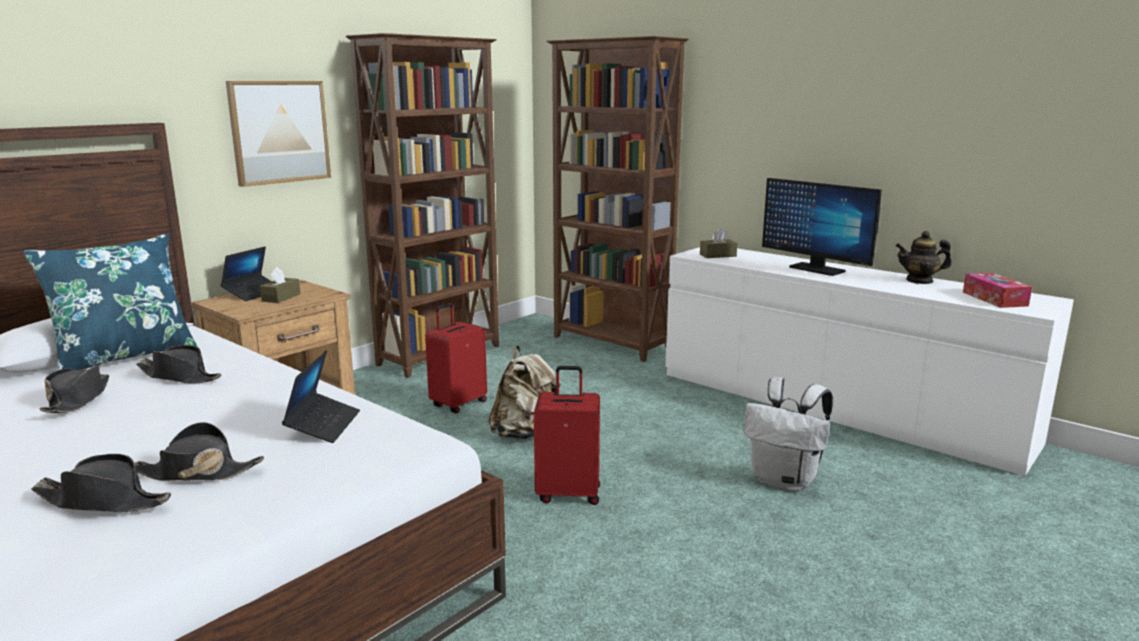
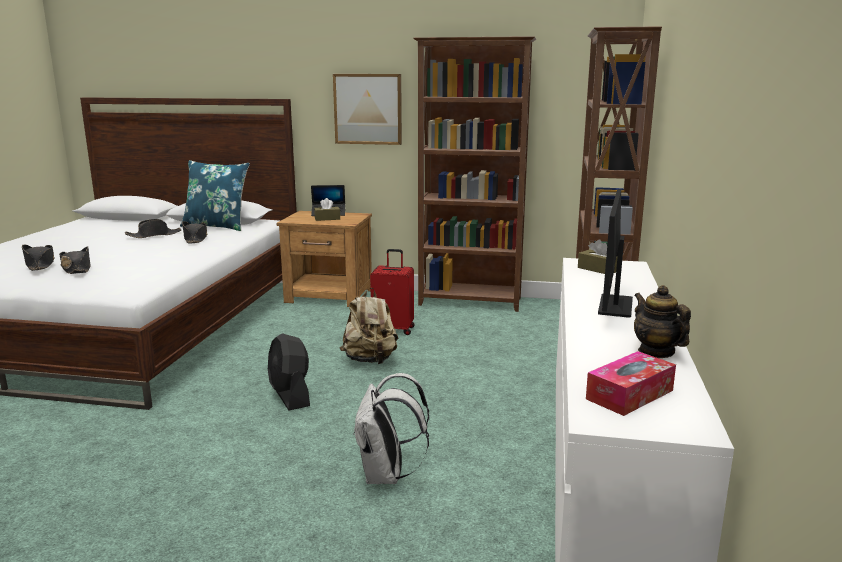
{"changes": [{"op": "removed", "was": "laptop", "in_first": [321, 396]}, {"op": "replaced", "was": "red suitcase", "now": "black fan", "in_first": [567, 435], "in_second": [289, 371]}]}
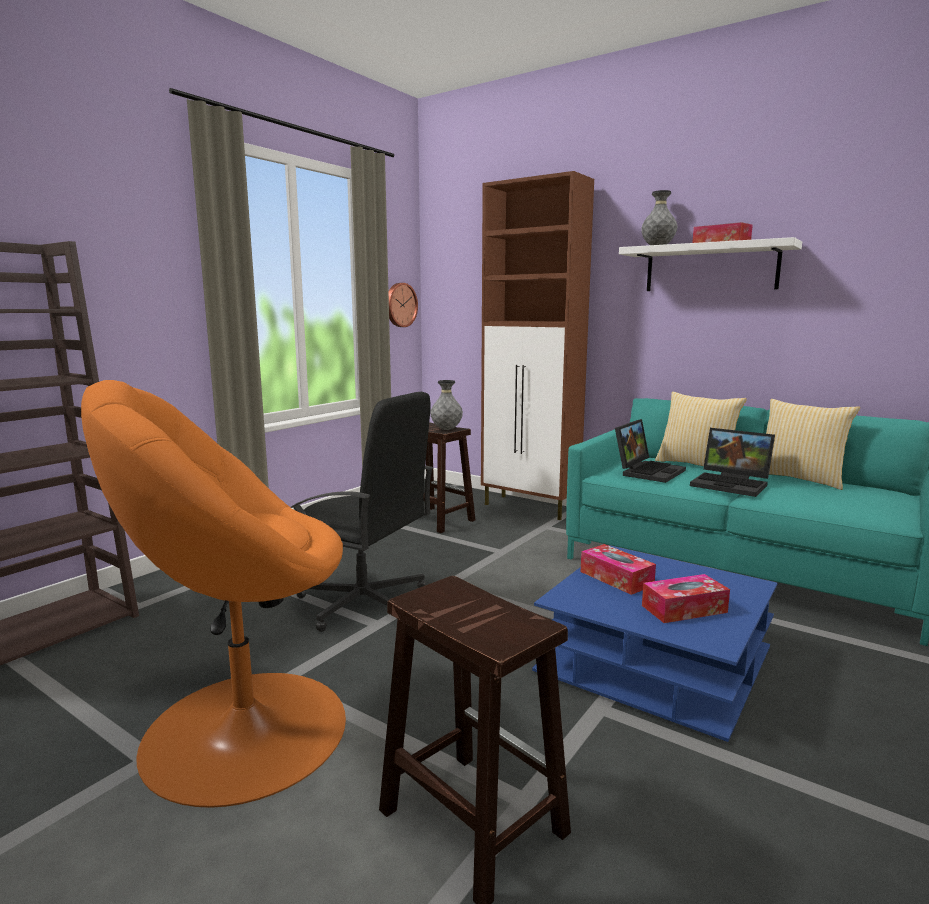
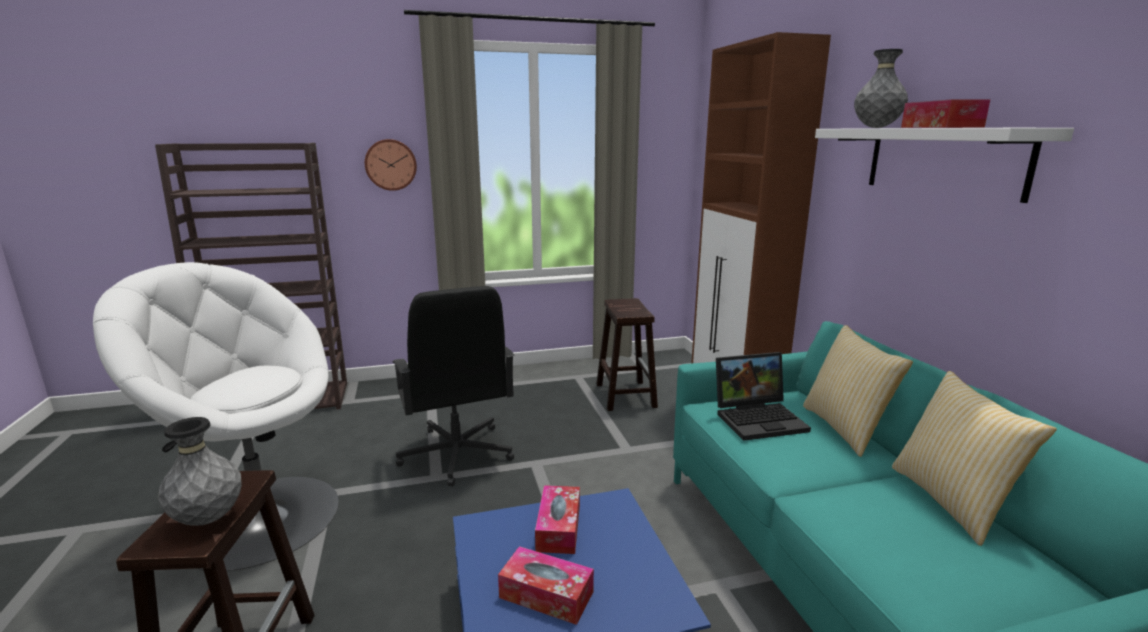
{"changes": [{"op": "recoloured", "was": "orange armchair", "now": "white armchair", "in_first": [213, 594], "in_second": [216, 416]}, {"op": "moved", "was": "wall clock", "in_first": [403, 305], "in_second": [391, 165]}, {"op": "moved", "was": "grey vase", "in_first": [446, 405], "in_second": [200, 471]}, {"op": "removed", "was": "laptop", "in_first": [732, 462]}]}
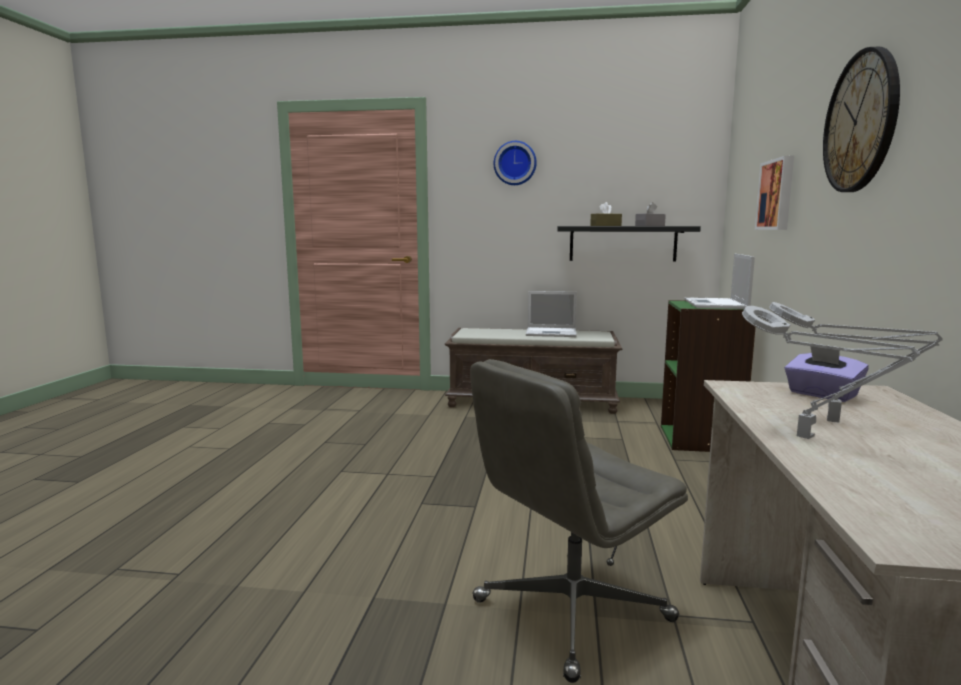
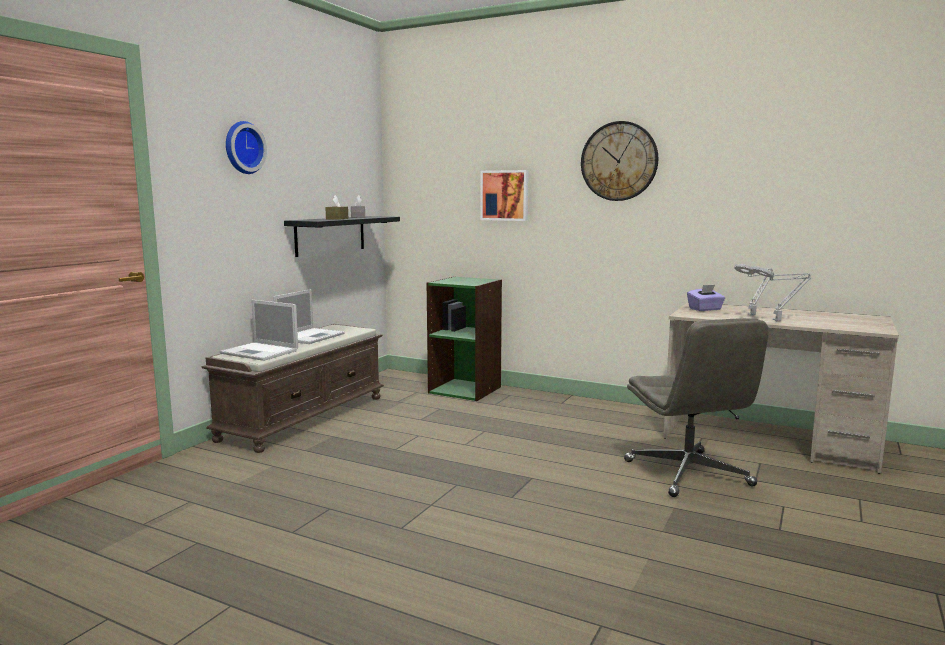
{"changes": [{"op": "moved", "was": "laptop", "in_first": [719, 281], "in_second": [258, 330]}]}
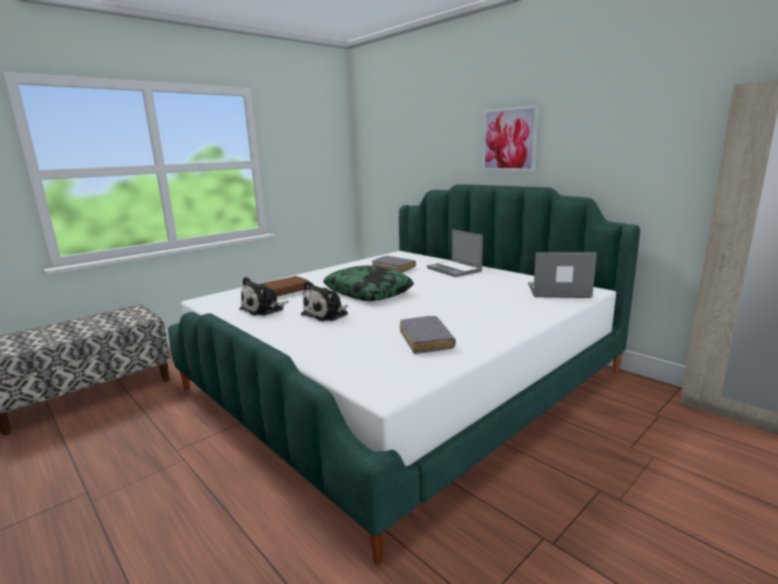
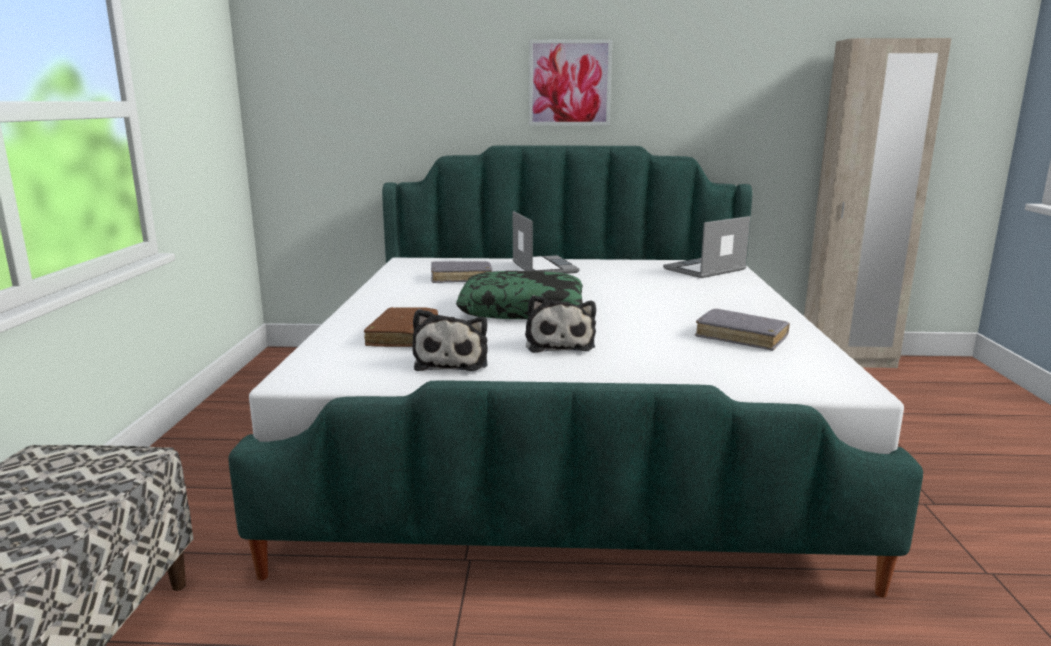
{"changes": [{"op": "turned", "was": "laptop", "in_first": [455, 253], "in_second": [546, 242], "clockwise": -120}]}
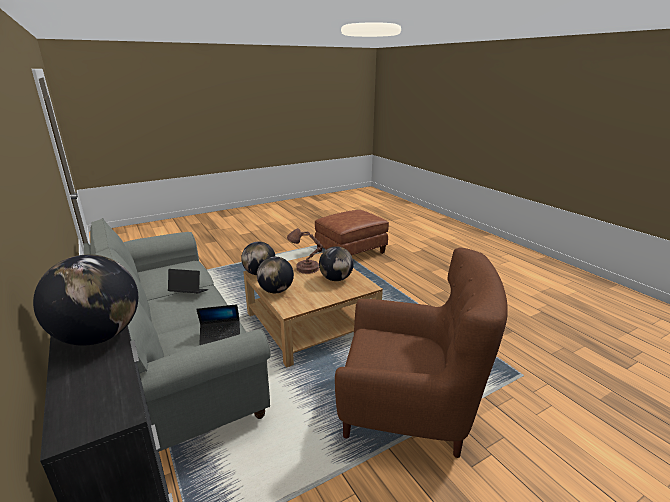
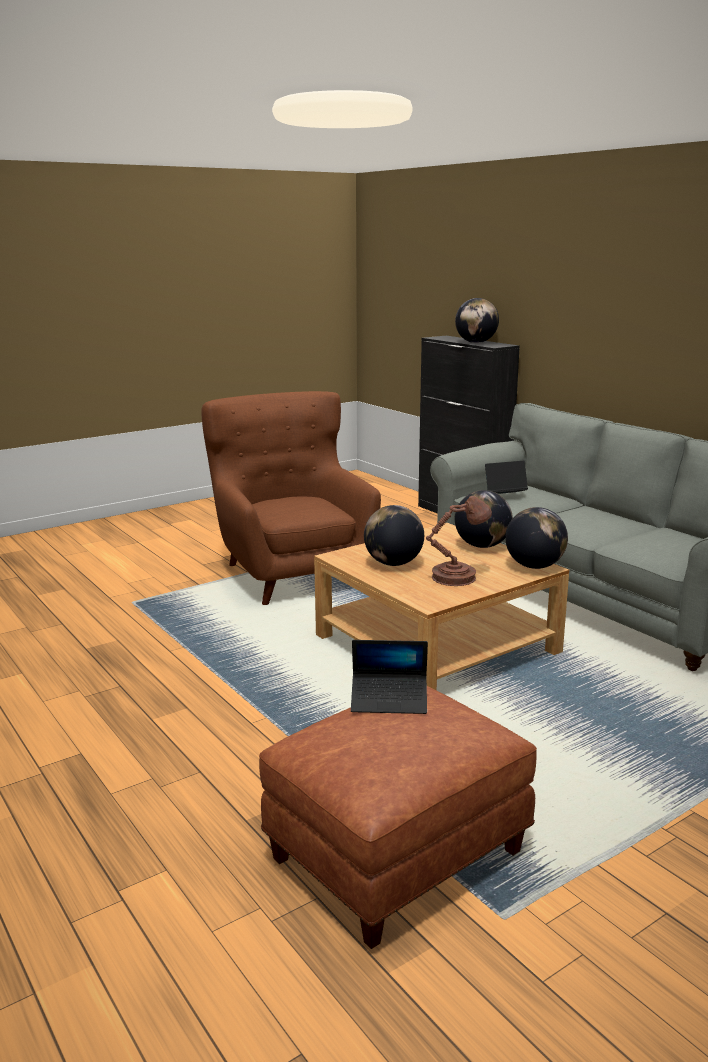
{"changes": [{"op": "moved", "was": "laptop", "in_first": [188, 281], "in_second": [389, 677]}, {"op": "turned", "was": "brown armchair", "in_first": [421, 352], "in_second": [291, 498], "clockwise": 60}]}
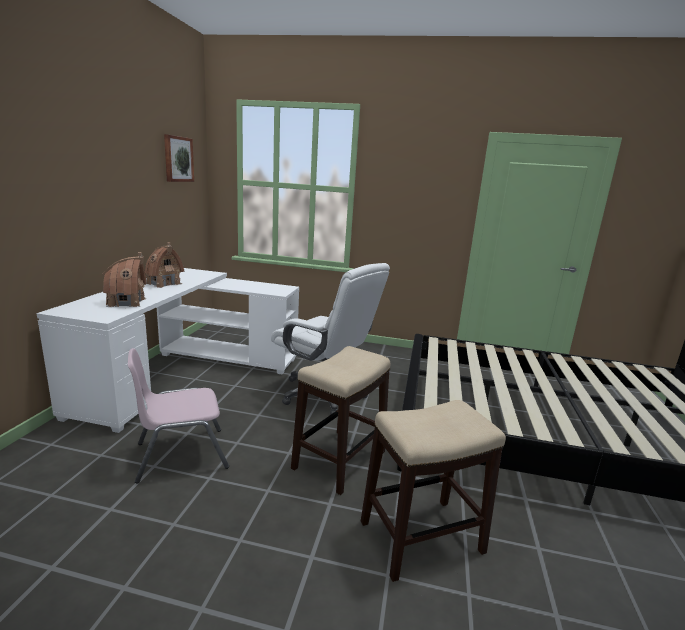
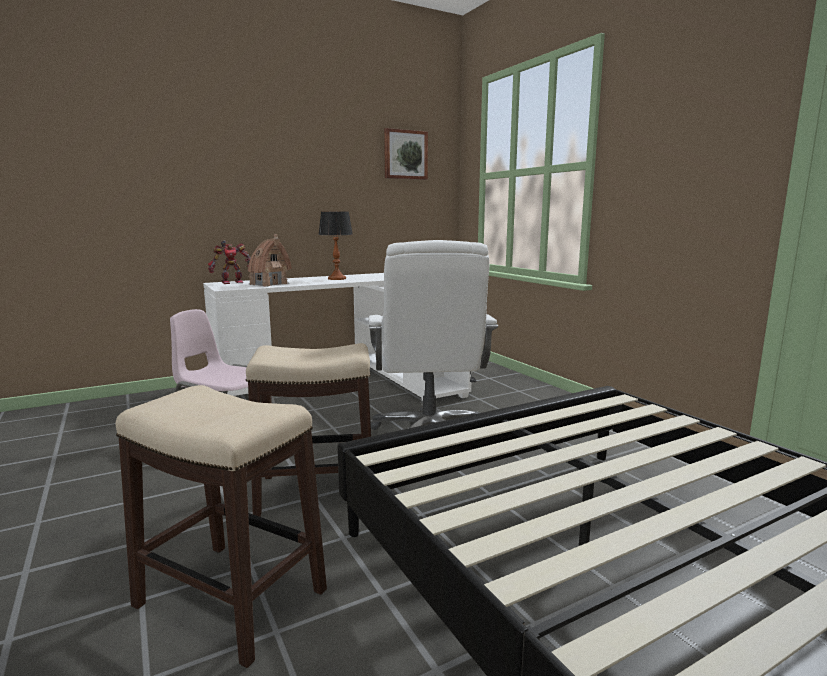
{"changes": [{"op": "replaced", "was": "toy house", "now": "table lamp", "in_first": [165, 265], "in_second": [335, 245]}, {"op": "added", "now": "toy robot", "in_second": [229, 262]}]}
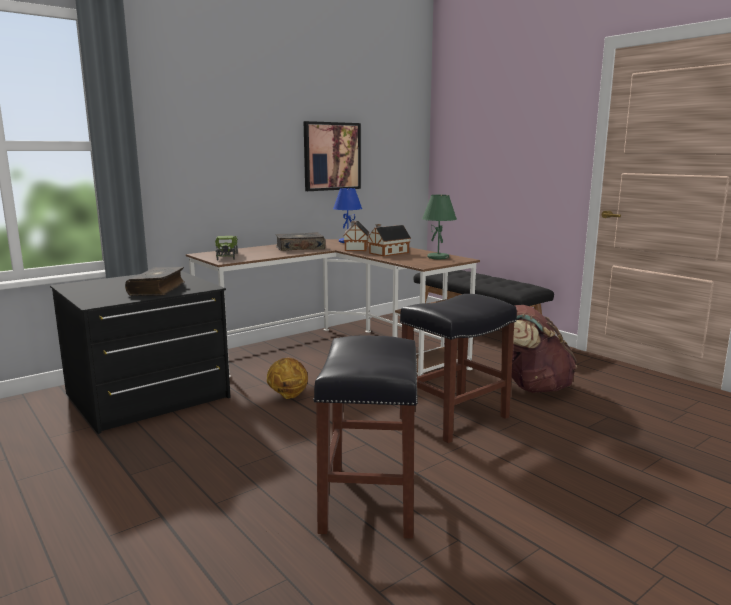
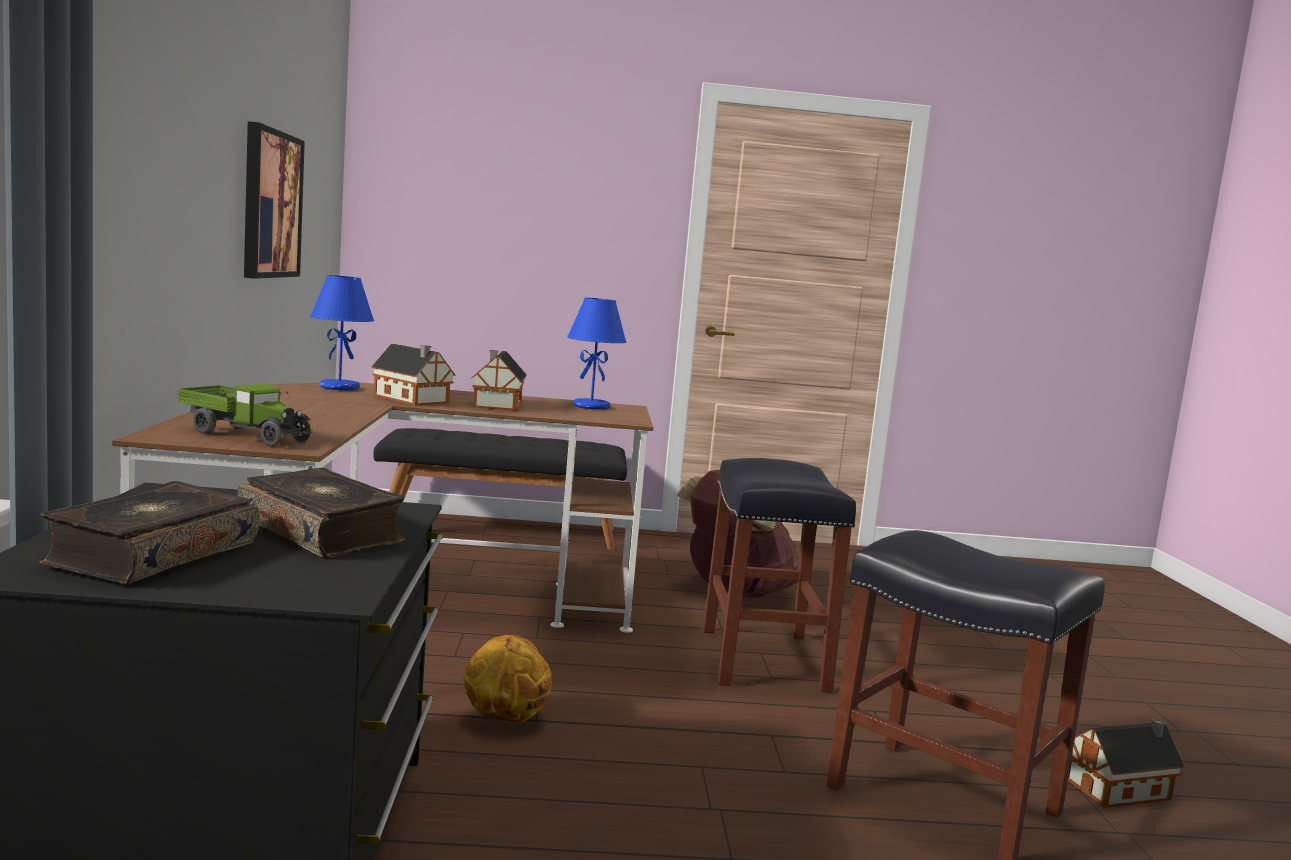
{"changes": [{"op": "moved", "was": "book", "in_first": [300, 241], "in_second": [150, 532]}, {"op": "recoloured", "was": "green table lamp", "now": "blue table lamp", "in_first": [439, 227], "in_second": [597, 354]}, {"op": "added", "now": "toy house", "in_second": [1126, 763]}]}
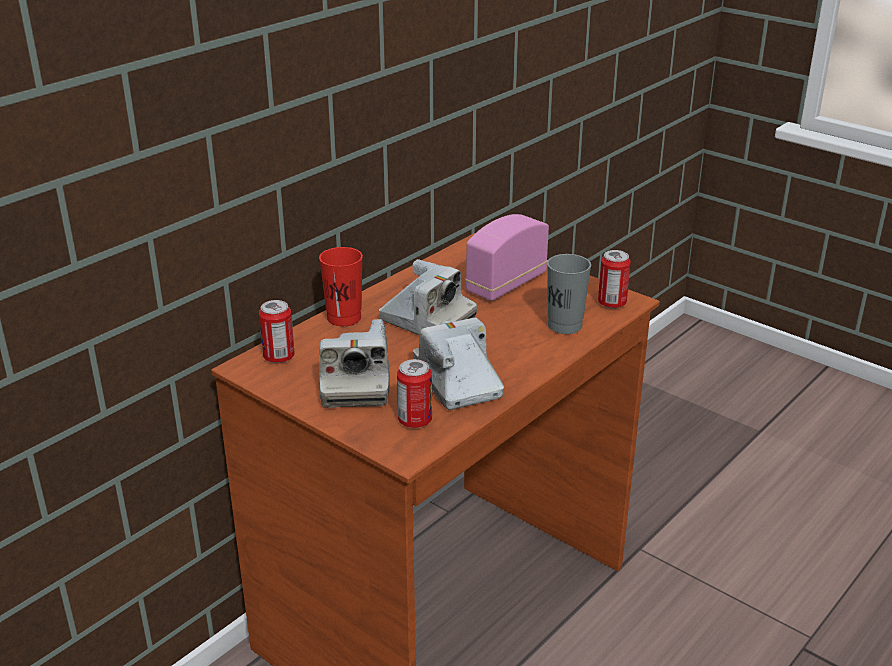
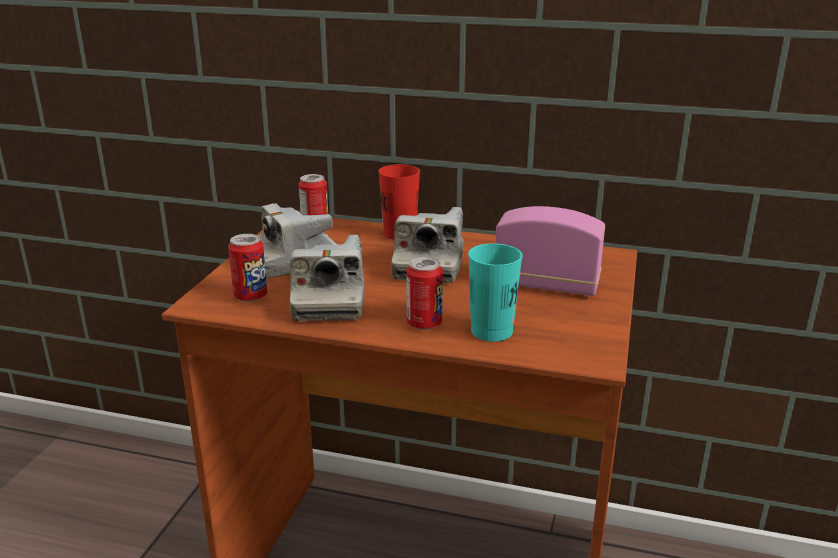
{"changes": [{"op": "turned", "was": "photo camera", "in_first": [458, 364], "in_second": [327, 278], "clockwise": 135}, {"op": "recoloured", "was": "grey cup", "now": "turquoise cup", "in_first": [569, 294], "in_second": [495, 292]}, {"op": "moved", "was": "can", "in_first": [614, 279], "in_second": [424, 293]}]}
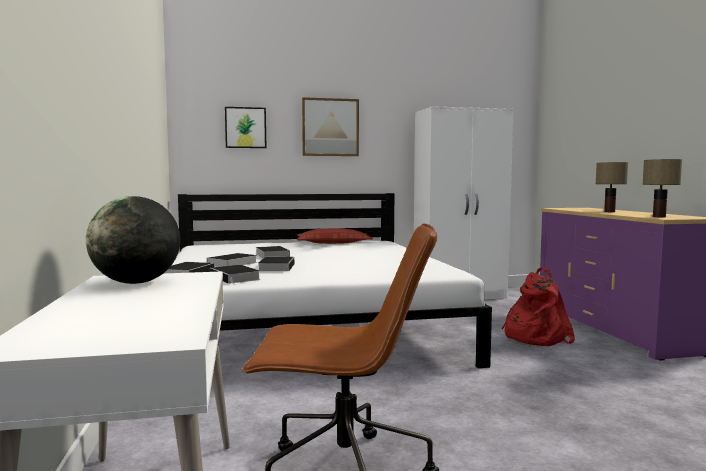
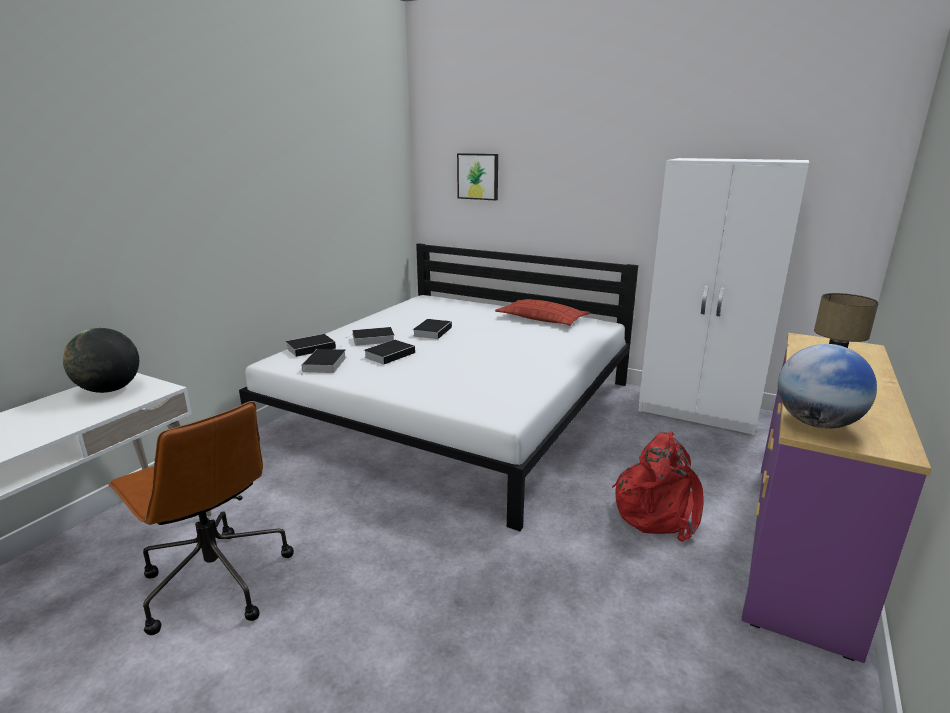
{"changes": [{"op": "removed", "was": "picture", "in_first": [330, 126]}, {"op": "replaced", "was": "table lamp", "now": "globe", "in_first": [662, 188], "in_second": [827, 386]}]}
